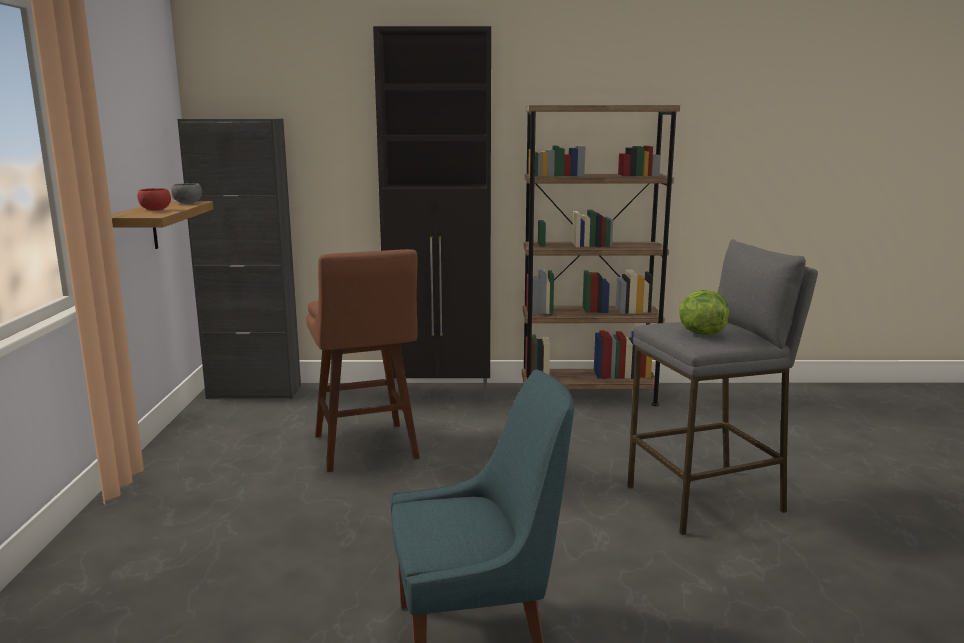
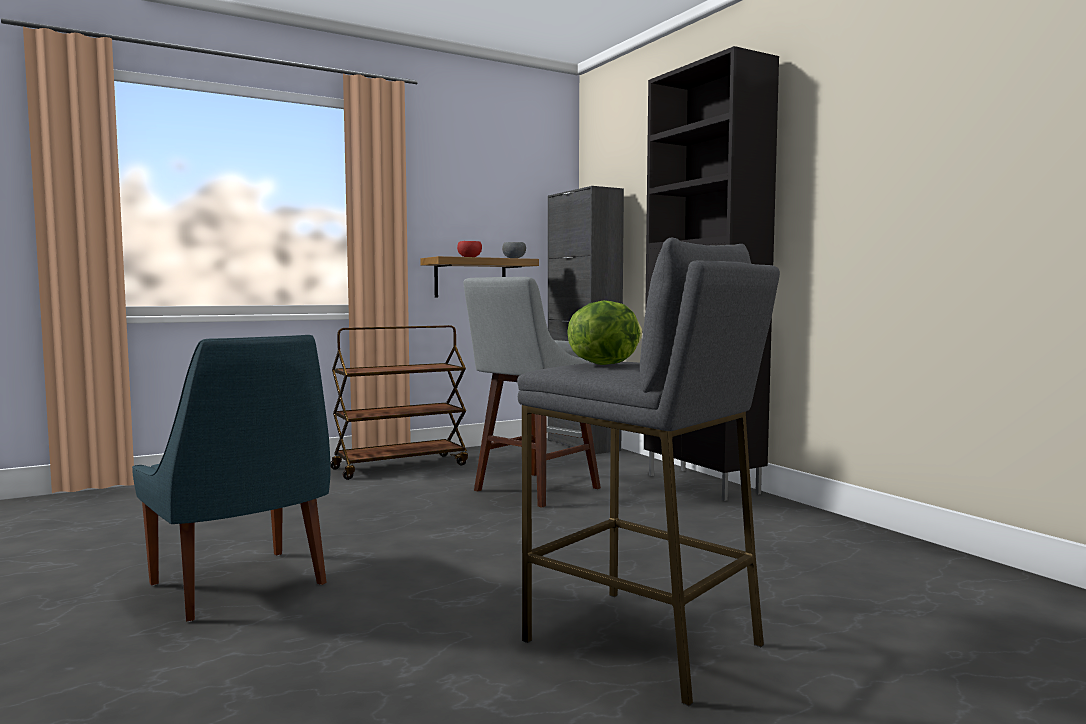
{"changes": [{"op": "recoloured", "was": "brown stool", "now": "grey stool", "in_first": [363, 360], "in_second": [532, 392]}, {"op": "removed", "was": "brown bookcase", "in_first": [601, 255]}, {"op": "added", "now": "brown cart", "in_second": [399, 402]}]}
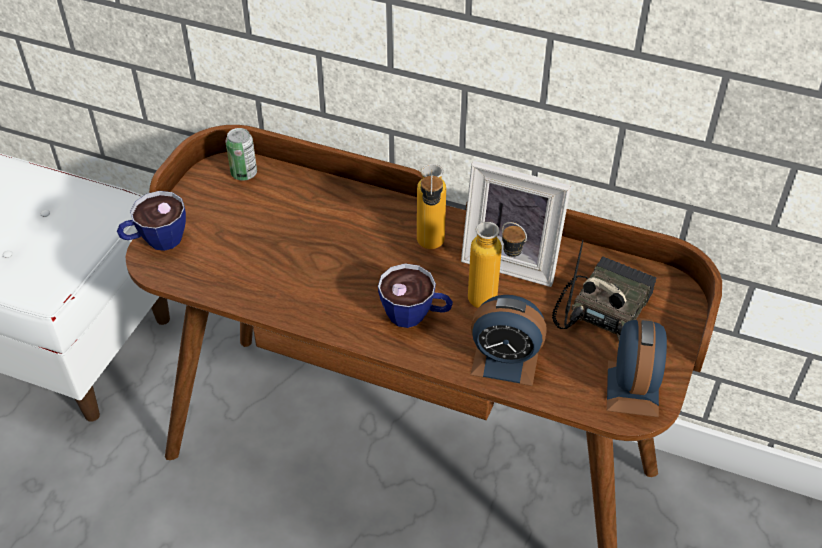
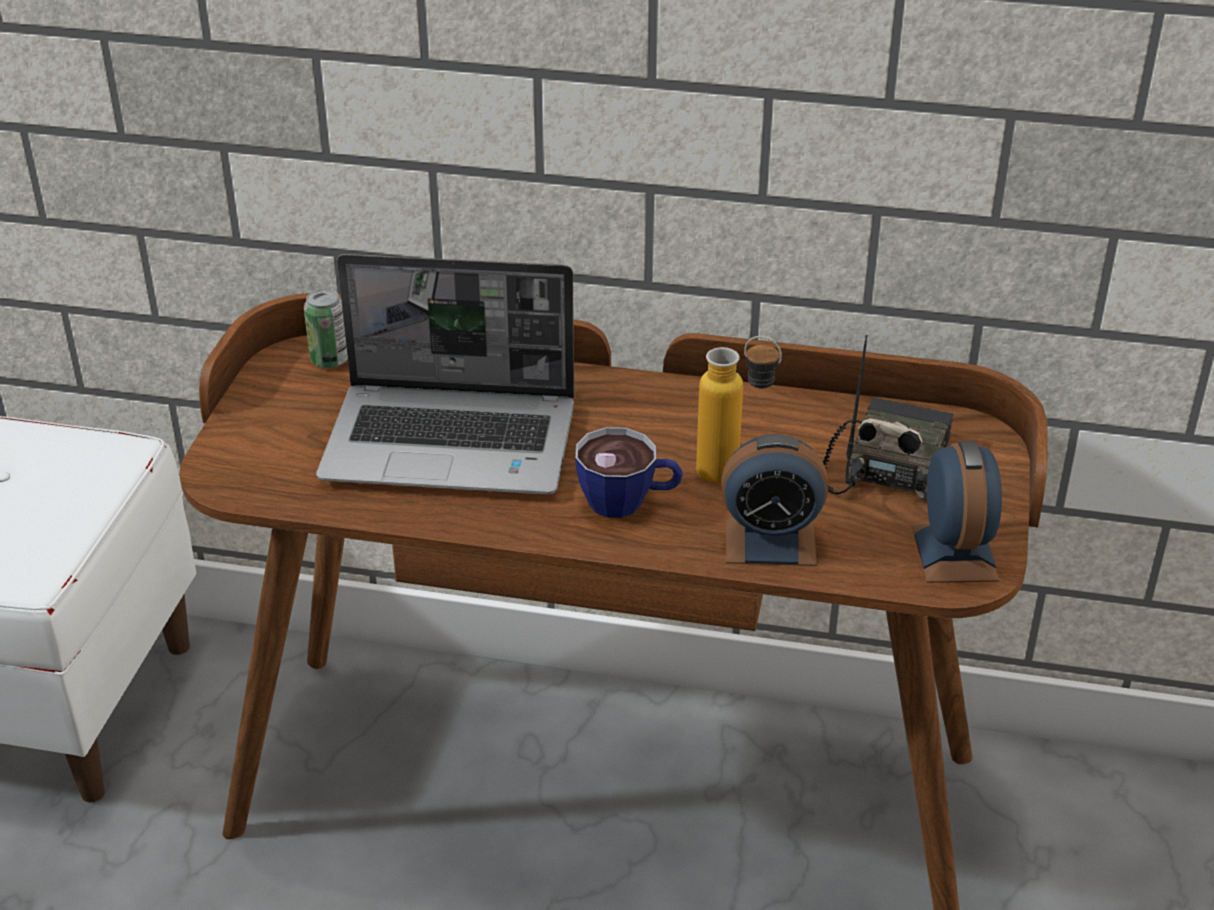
{"changes": [{"op": "removed", "was": "cup", "in_first": [151, 221]}, {"op": "removed", "was": "bottle", "in_first": [431, 206]}, {"op": "removed", "was": "picture frame", "in_first": [516, 224]}, {"op": "added", "now": "laptop", "in_second": [445, 374]}]}
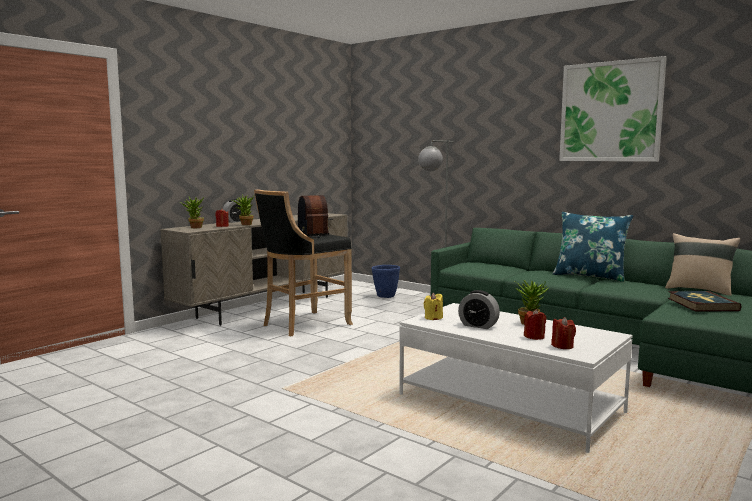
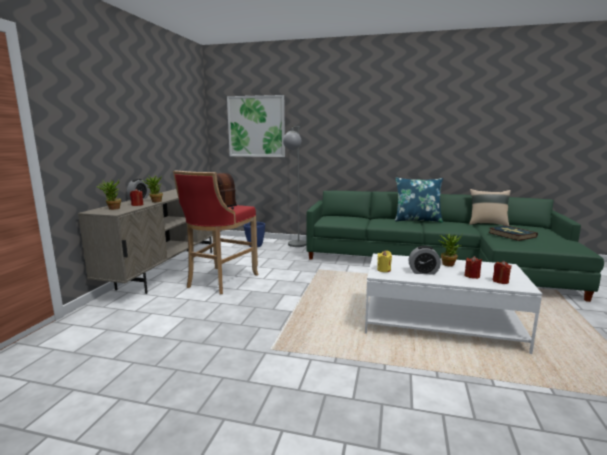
{"changes": [{"op": "recoloured", "was": "black stool", "now": "red stool", "in_first": [303, 262], "in_second": [216, 232]}, {"op": "moved", "was": "picture", "in_first": [613, 109], "in_second": [256, 126]}]}
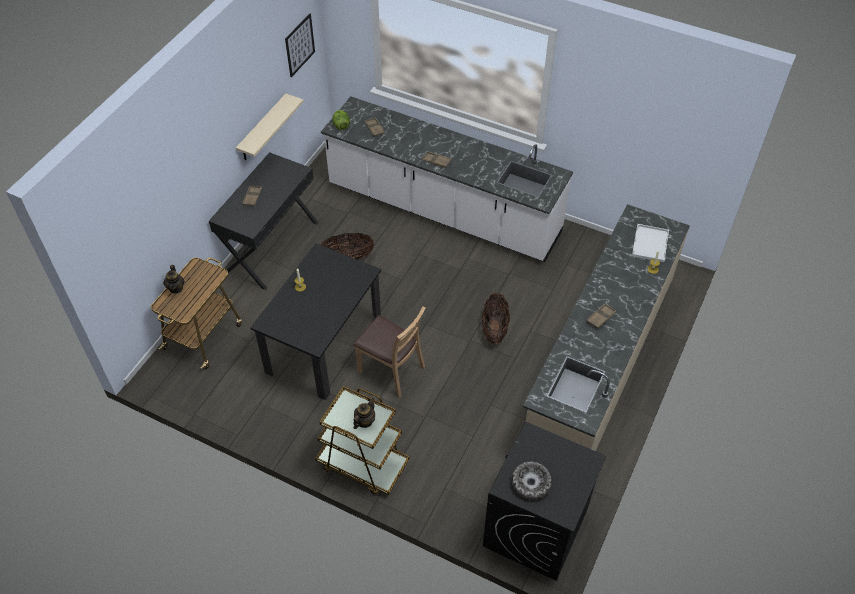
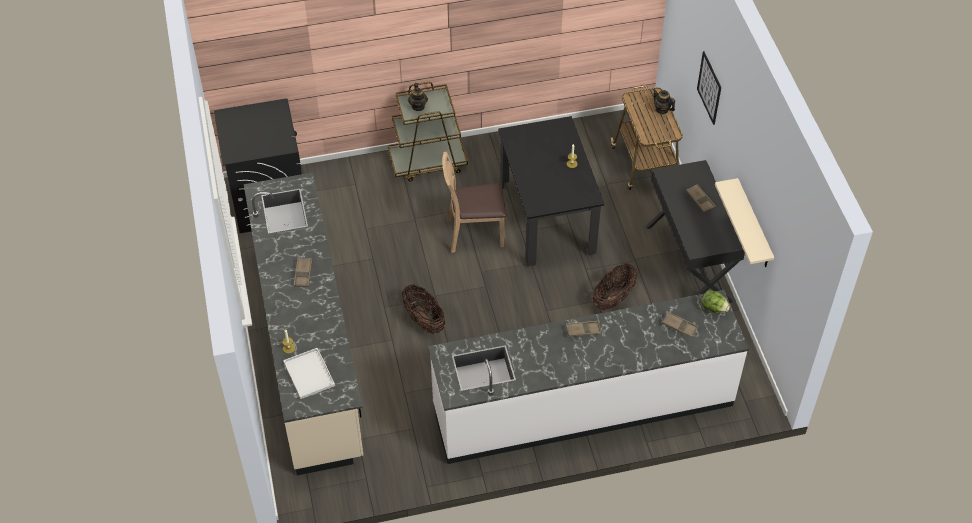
{"changes": [{"op": "moved", "was": "picture", "in_first": [300, 45], "in_second": [709, 88]}, {"op": "removed", "was": "bowl", "in_first": [531, 481]}]}
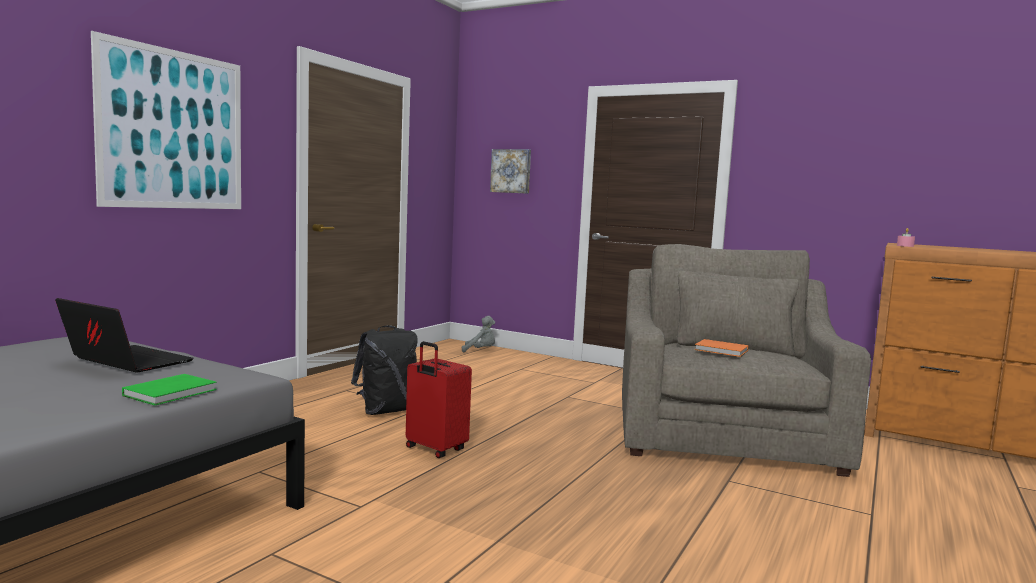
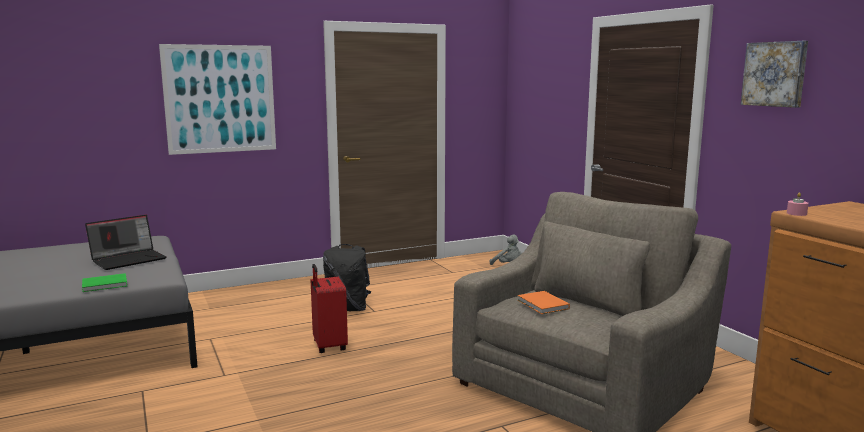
{"changes": [{"op": "turned", "was": "laptop", "in_first": [124, 335], "in_second": [125, 242], "clockwise": 75}, {"op": "moved", "was": "picture", "in_first": [510, 171], "in_second": [774, 74]}]}
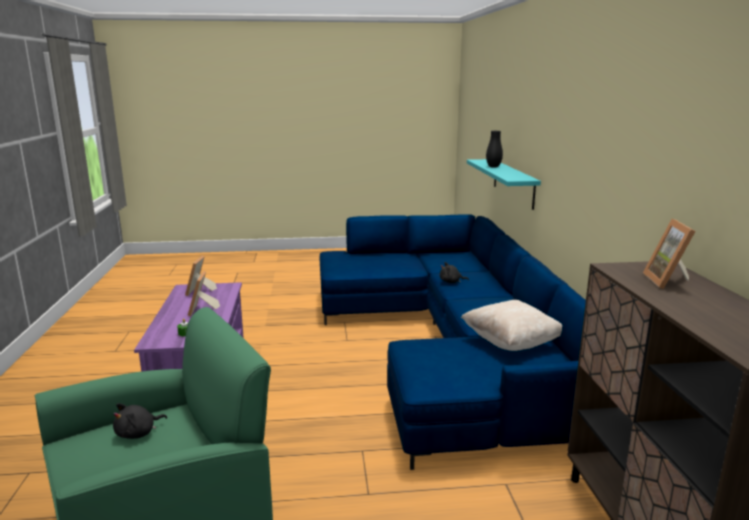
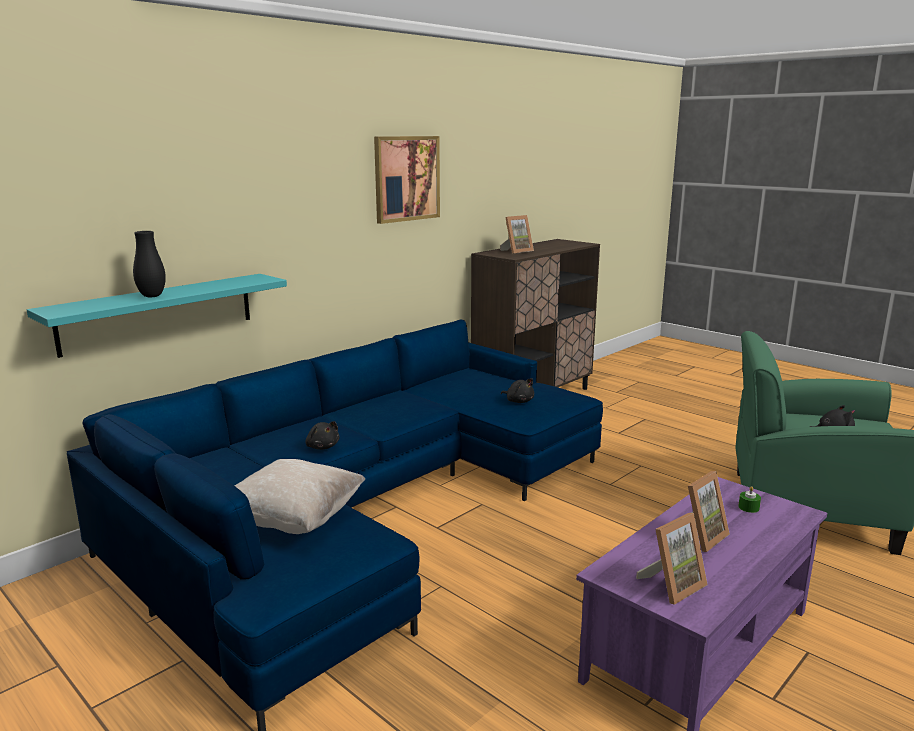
{"changes": [{"op": "moved", "was": "beige pillow", "in_first": [511, 325], "in_second": [300, 496]}, {"op": "added", "now": "picture", "in_second": [407, 180]}, {"op": "added", "now": "black plush toy", "in_second": [517, 390]}]}
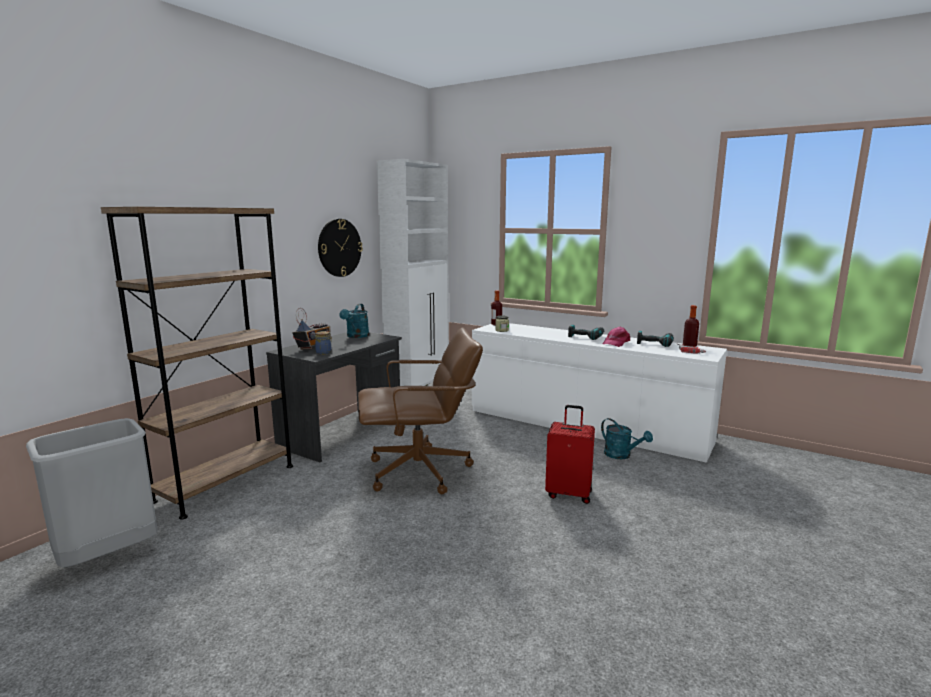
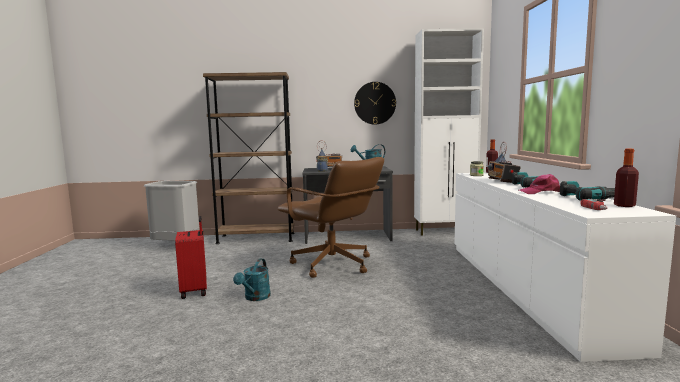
{"changes": [{"op": "moved", "was": "red suitcase", "in_first": [570, 454], "in_second": [191, 257]}, {"op": "moved", "was": "turquoise watering can", "in_first": [627, 438], "in_second": [252, 280]}, {"op": "added", "now": "radio", "in_second": [504, 162]}]}
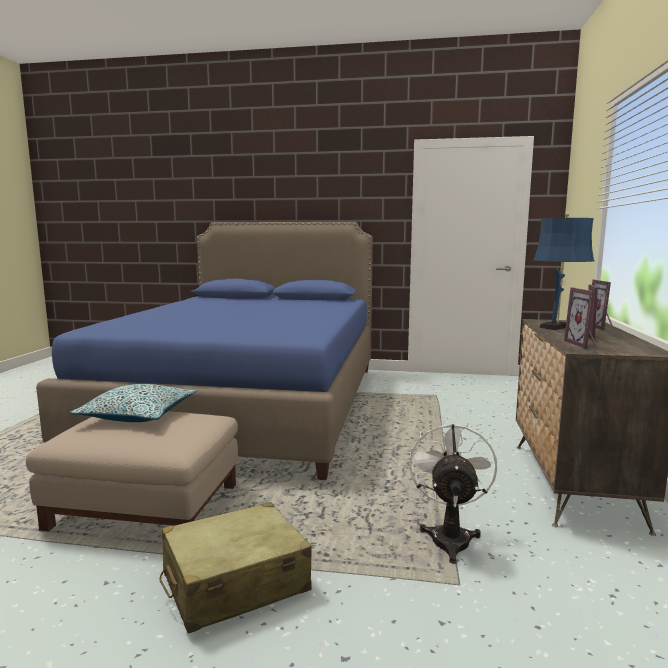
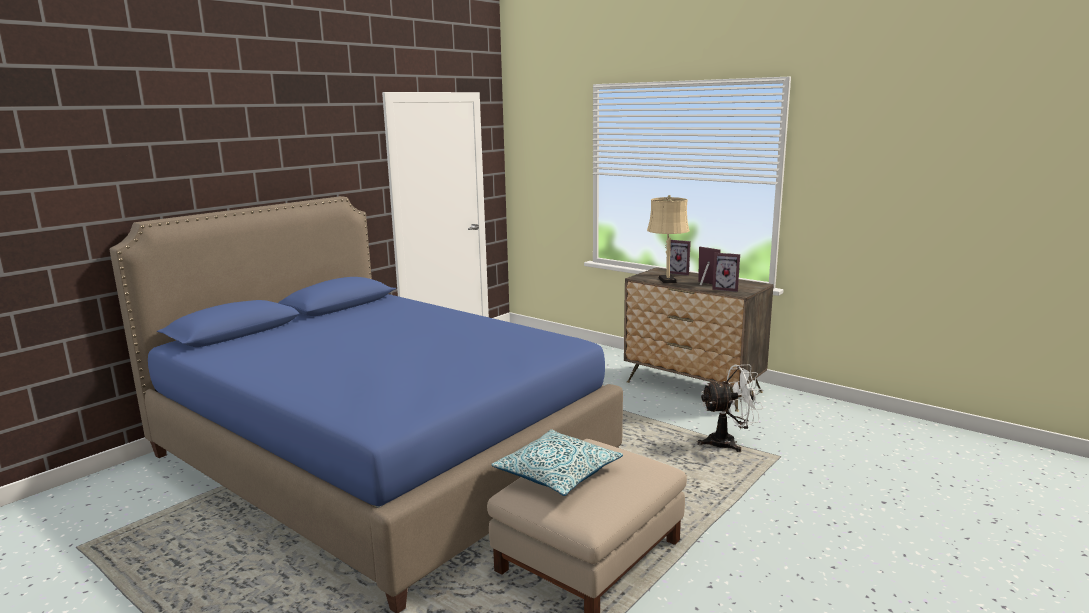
{"changes": [{"op": "removed", "was": "beige suitcase", "in_first": [235, 568]}, {"op": "turned", "was": "white fan", "in_first": [453, 492], "in_second": [730, 408], "clockwise": 135}, {"op": "recoloured", "was": "blue table lamp", "now": "beige table lamp", "in_first": [564, 271], "in_second": [668, 239]}]}
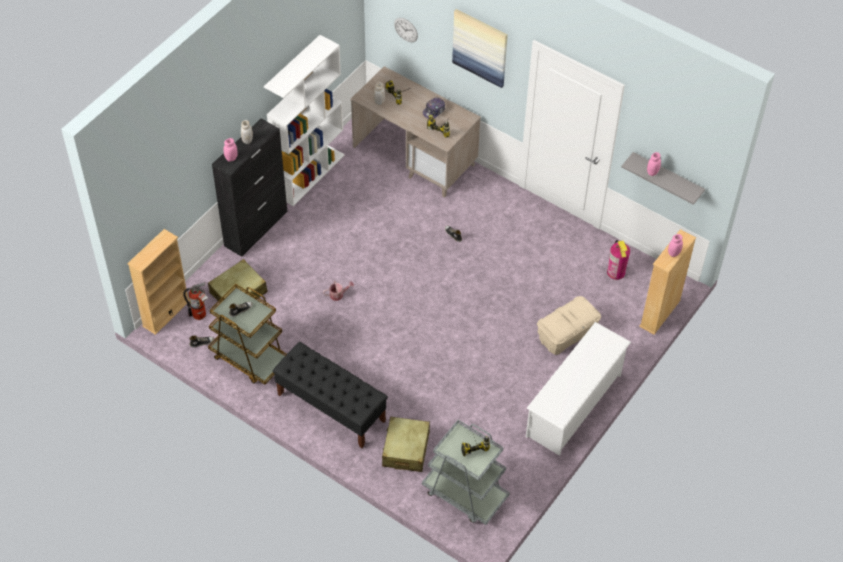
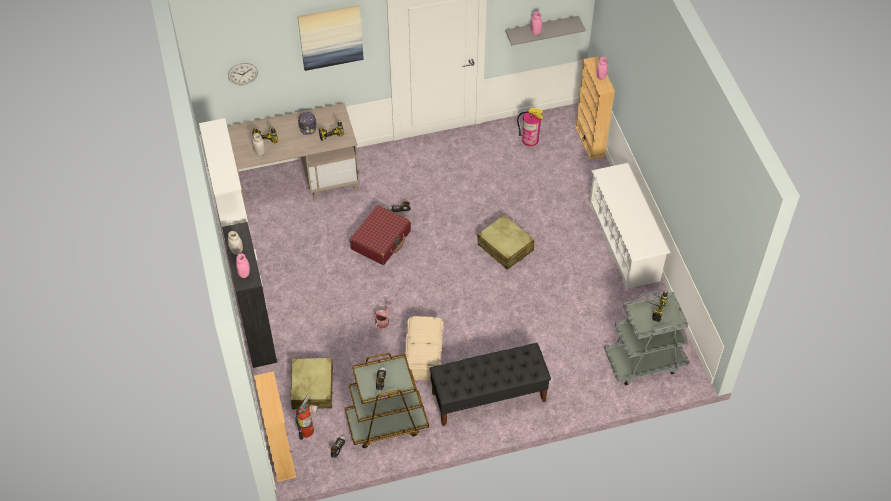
{"changes": [{"op": "moved", "was": "beige suitcase", "in_first": [406, 444], "in_second": [506, 242]}, {"op": "moved", "was": "beige storage box", "in_first": [569, 325], "in_second": [424, 348]}, {"op": "added", "now": "red suitcase", "in_second": [380, 235]}]}
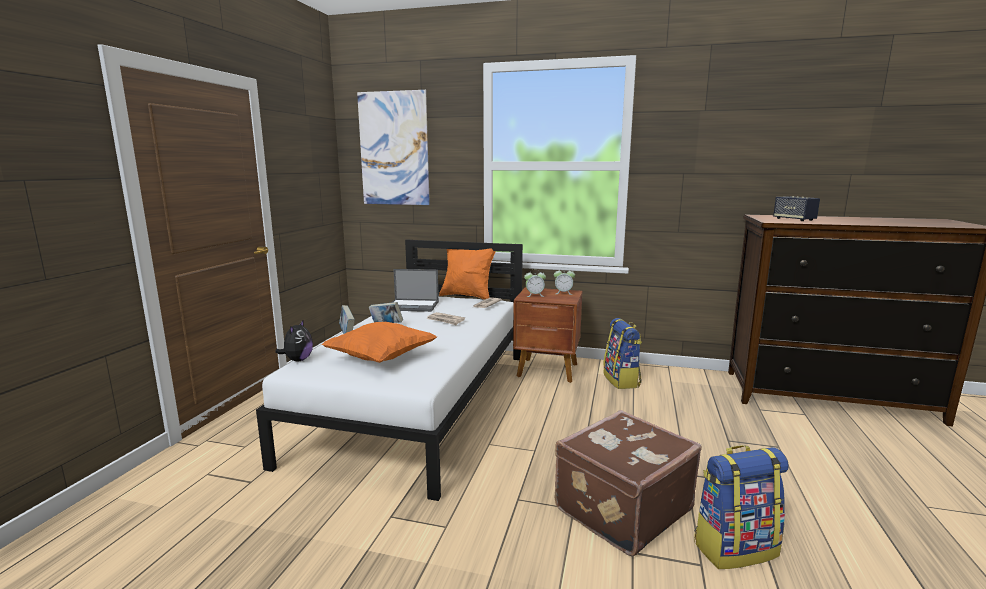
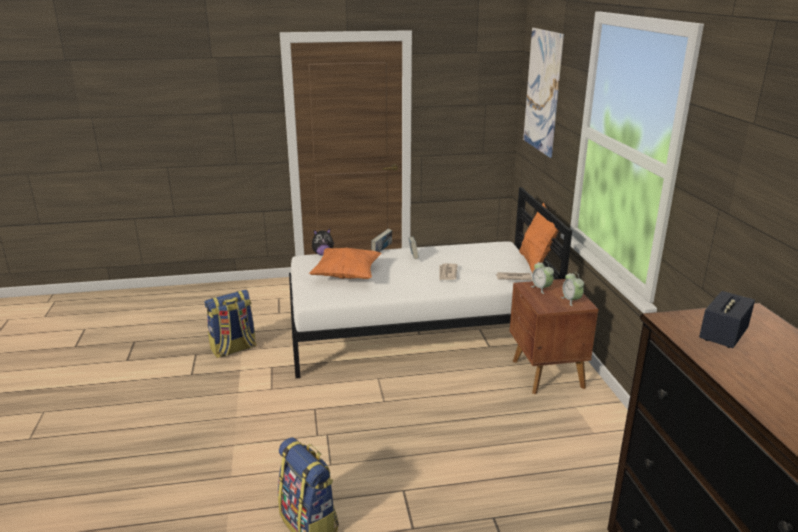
{"changes": [{"op": "removed", "was": "laptop", "in_first": [415, 290]}, {"op": "removed", "was": "brown suitcase", "in_first": [628, 483]}, {"op": "moved", "was": "backpack", "in_first": [622, 353], "in_second": [230, 324]}]}
